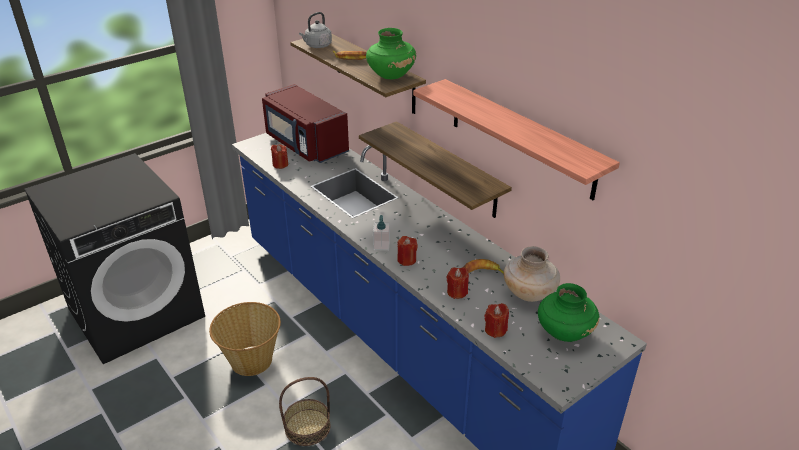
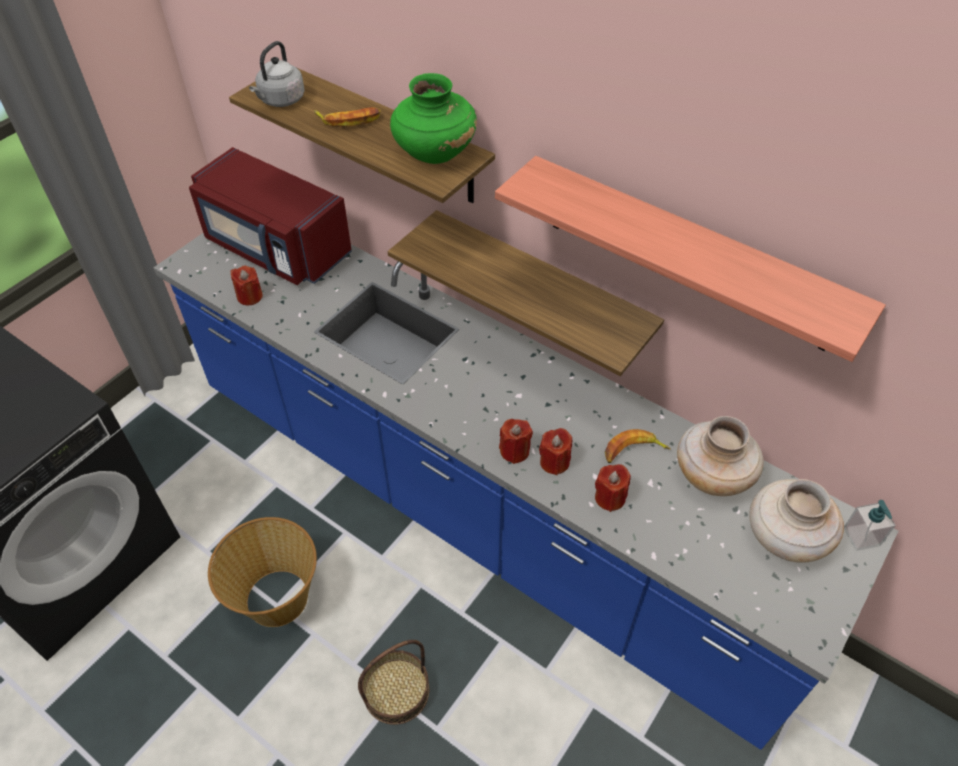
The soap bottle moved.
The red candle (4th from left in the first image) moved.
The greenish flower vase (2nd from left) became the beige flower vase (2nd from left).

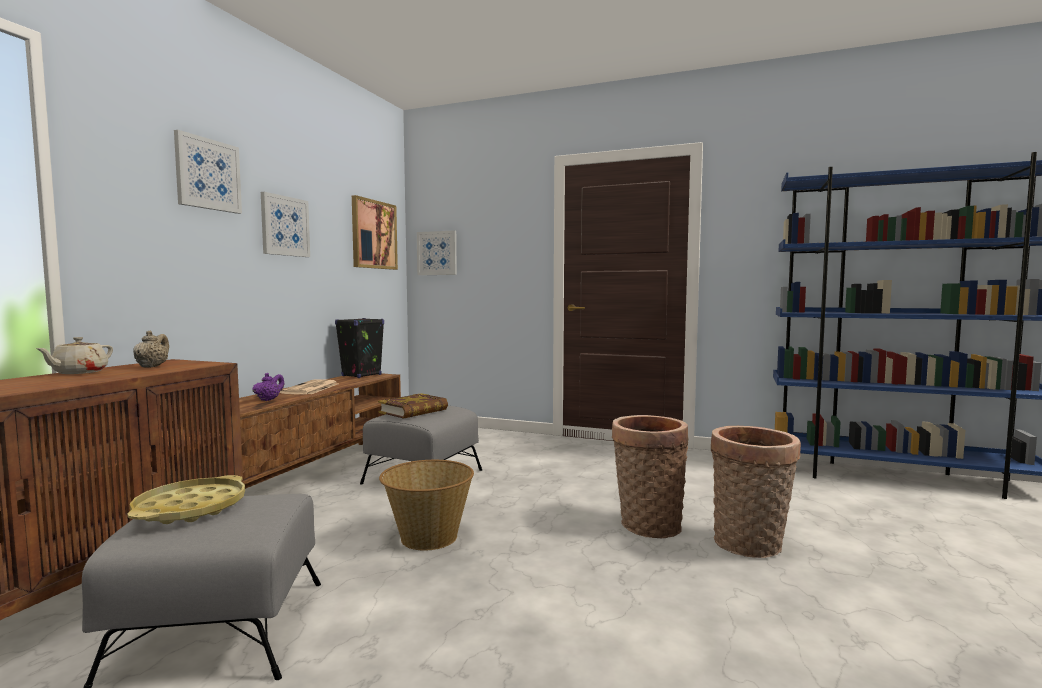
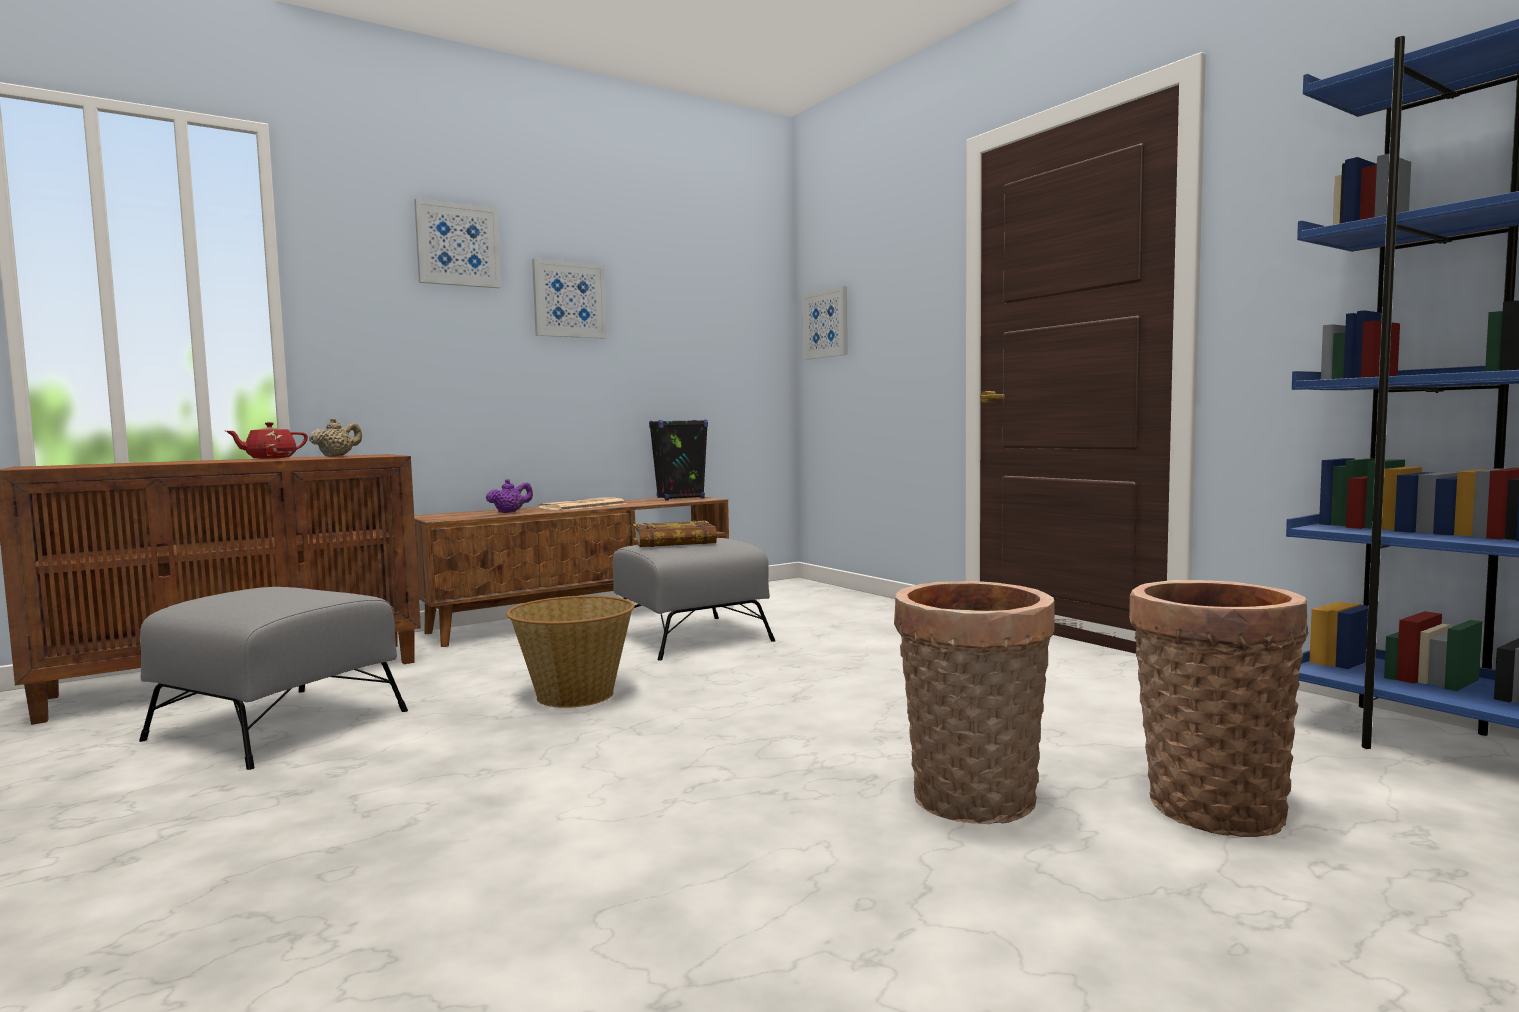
The yellowish carrying tray disappeared.
The picture (3rd from left) disappeared.
The basket (2nd from left in the first image) moved.
The beige tea pot (1st from left) became the red tea pot.

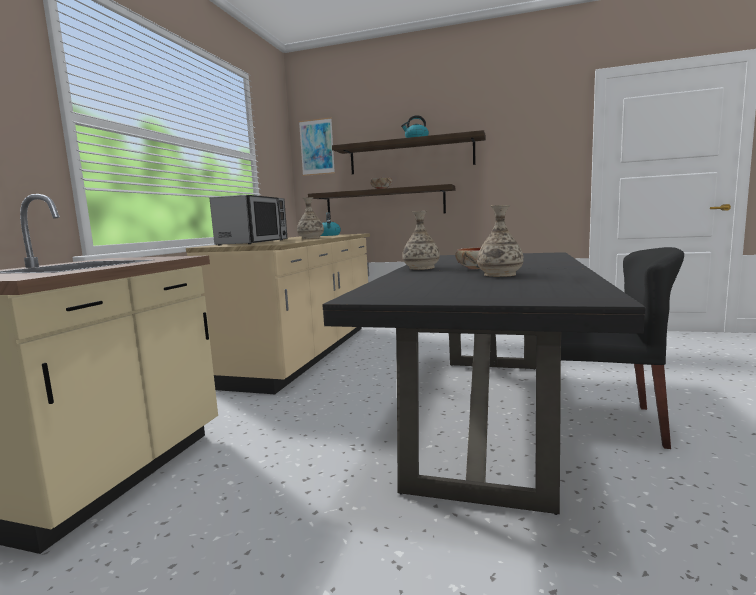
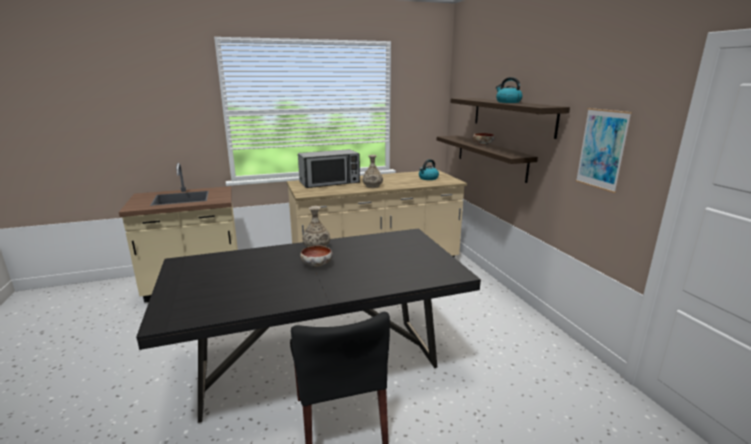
The flower vase (3rd from left) disappeared.
The picture moved.

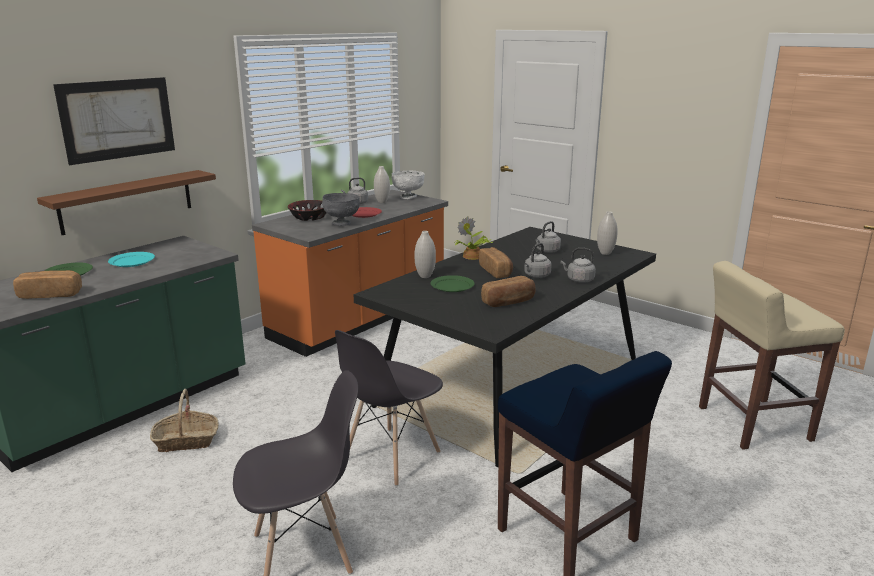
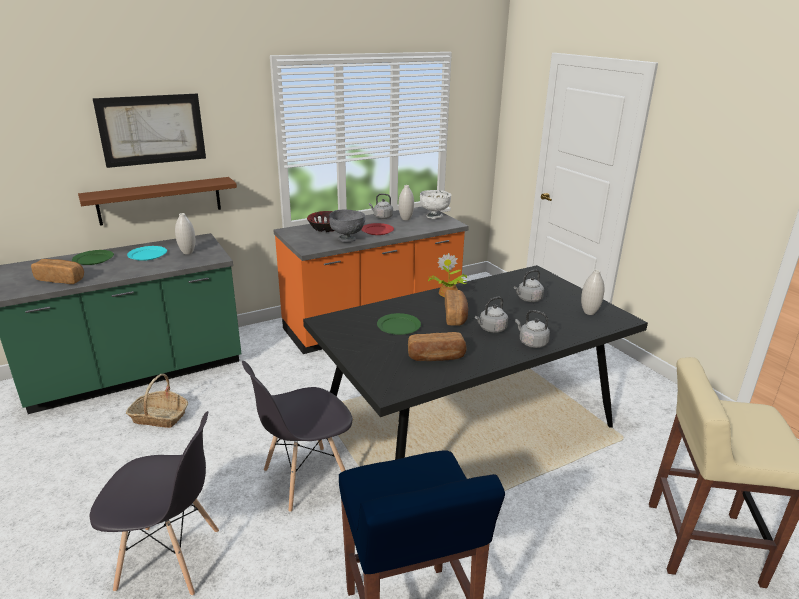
The white flower vase (2nd from left in the first image) moved.

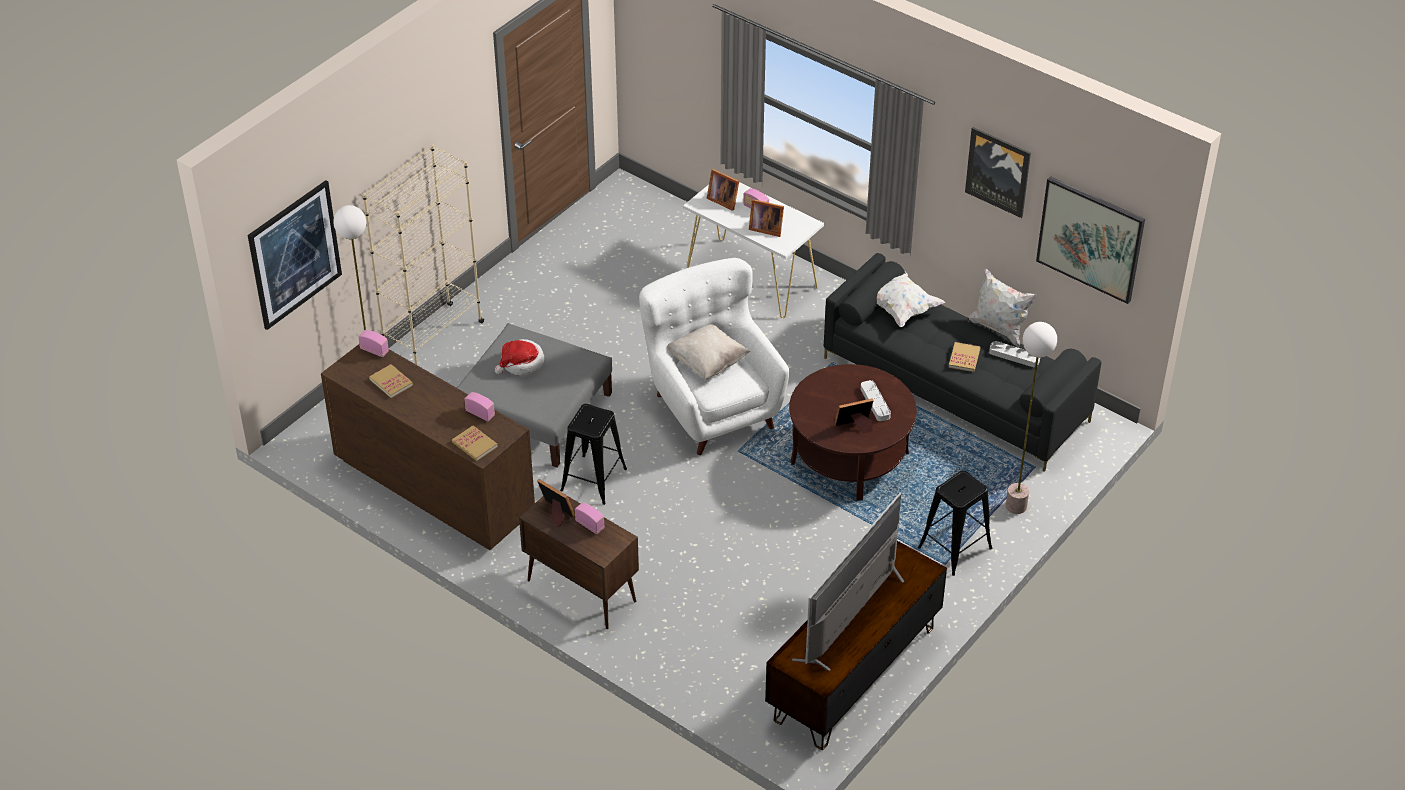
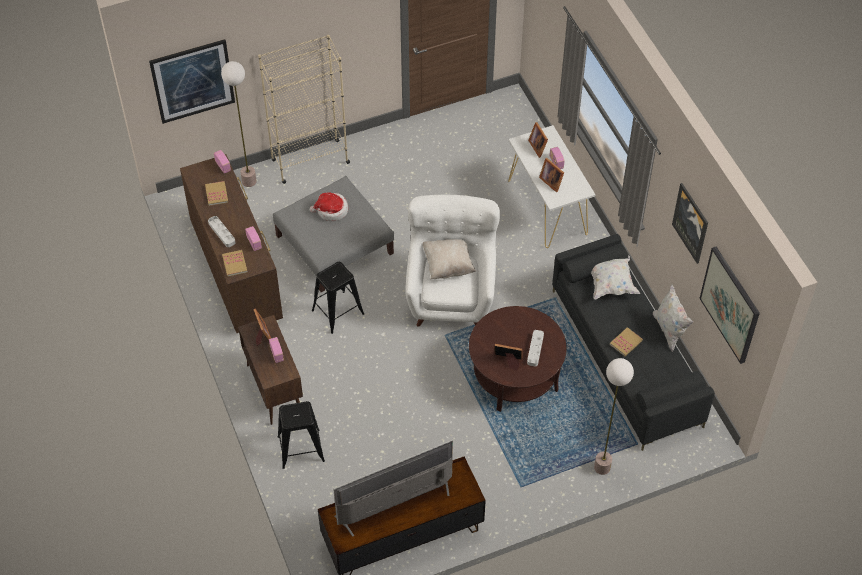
The blackish stool (2nd from left in the first image) moved.
The grey carrying tray (2nd from left in the first image) moved.

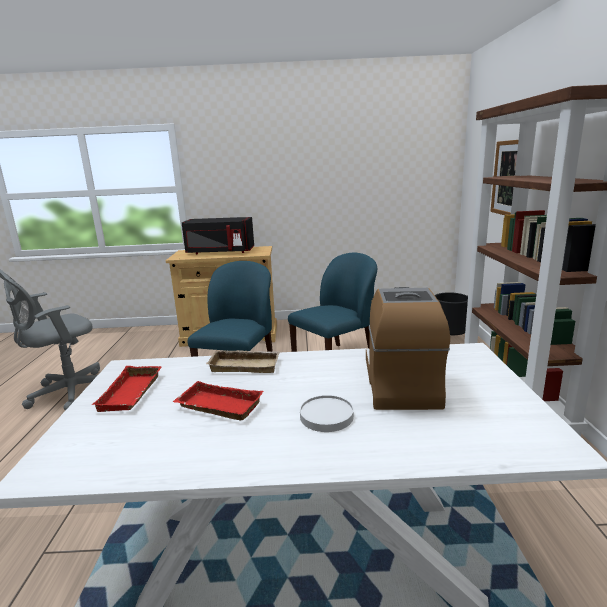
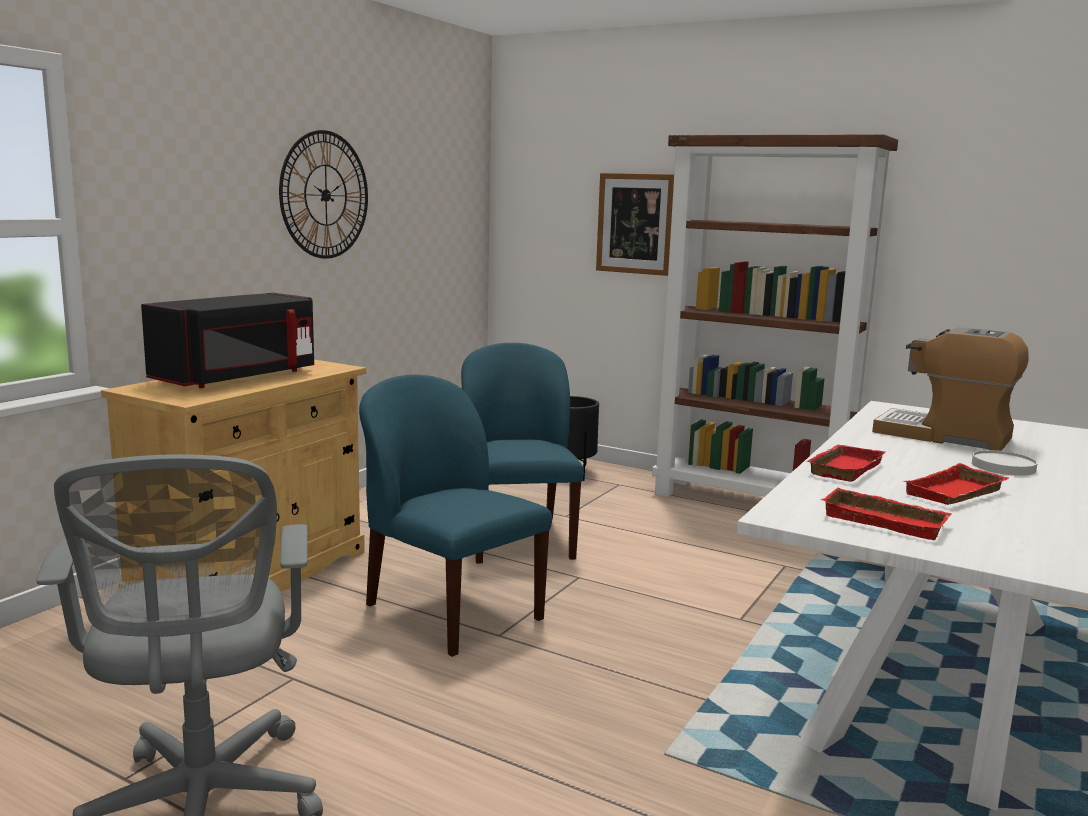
The wall clock appeared.
The beige carrying tray became the red carrying tray (1st from left).

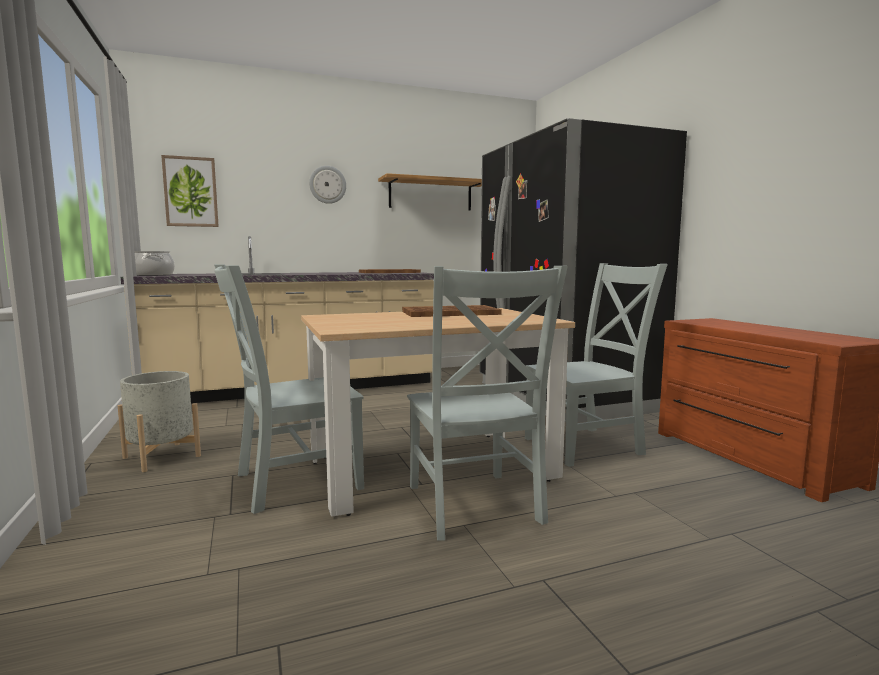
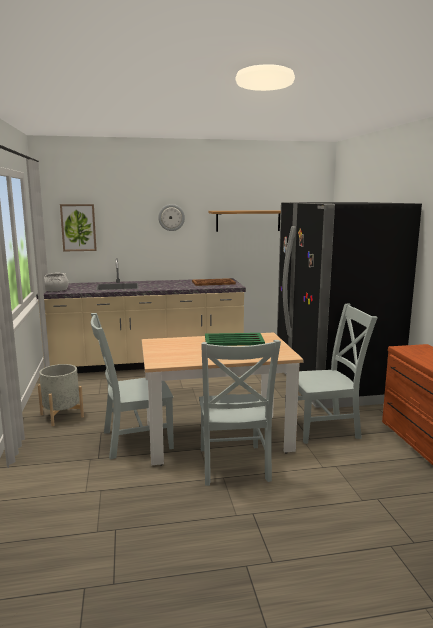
The brown-coloured carrying tray (2nd from left) became the greenish carrying tray.

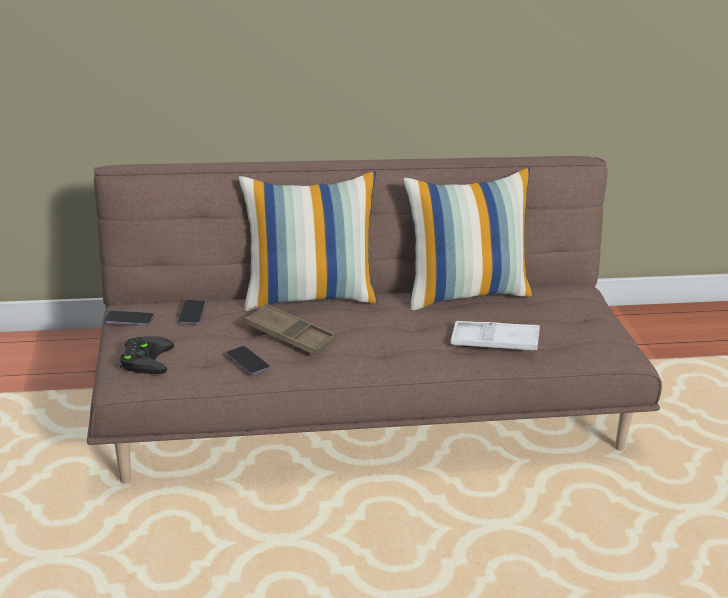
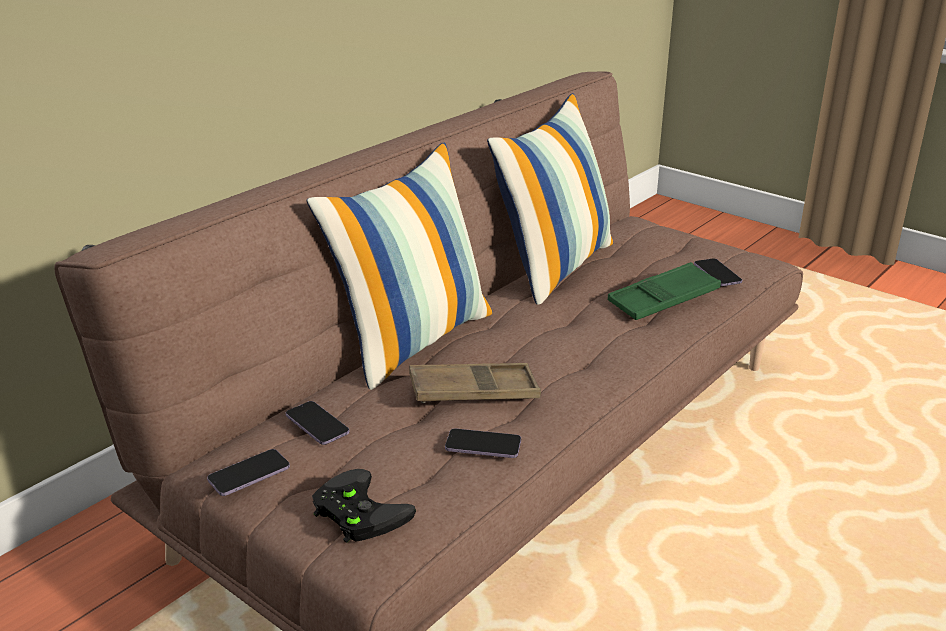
The telephone (4th from left) appeared.
The white carrying tray became the greenish carrying tray.

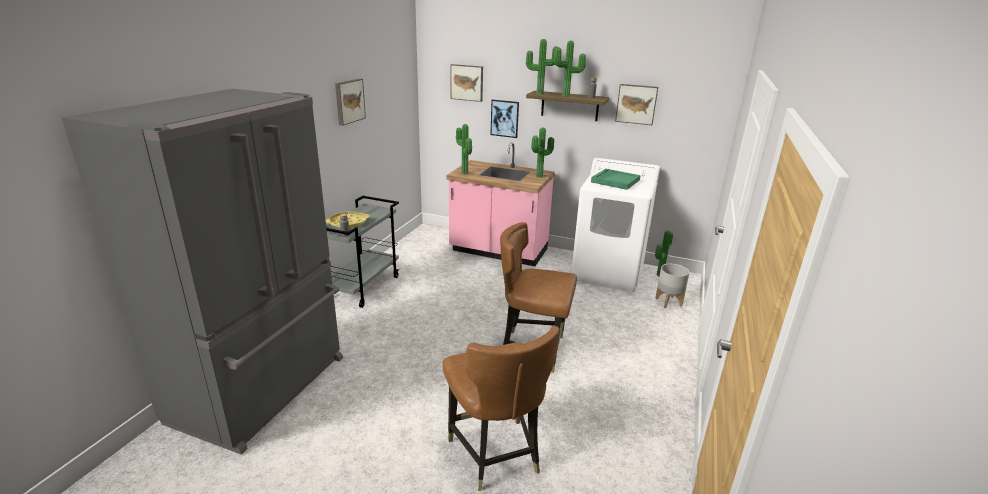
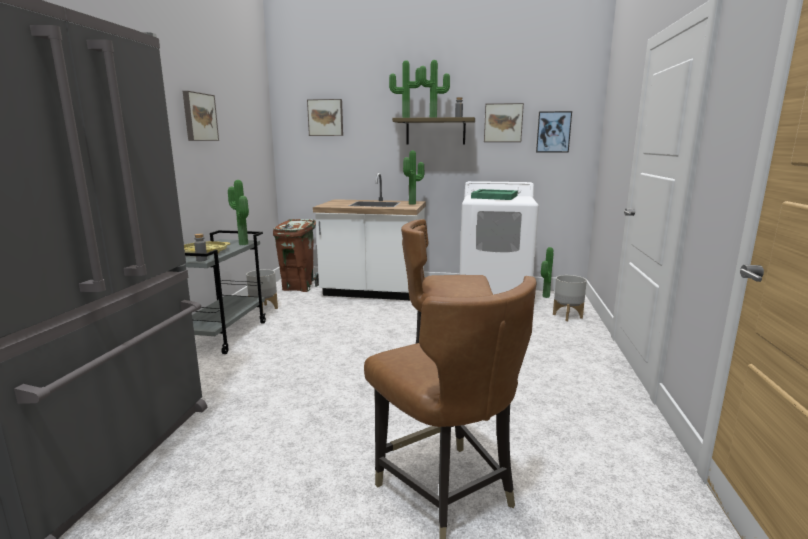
The grey plant pot (1st from left) appeared.
The brown-coloured rubbish bin appeared.
The potted plant (1st from left) moved.
The picture (3rd from left in the first image) moved.
The pink kitchen base unit became the white kitchen base unit.

